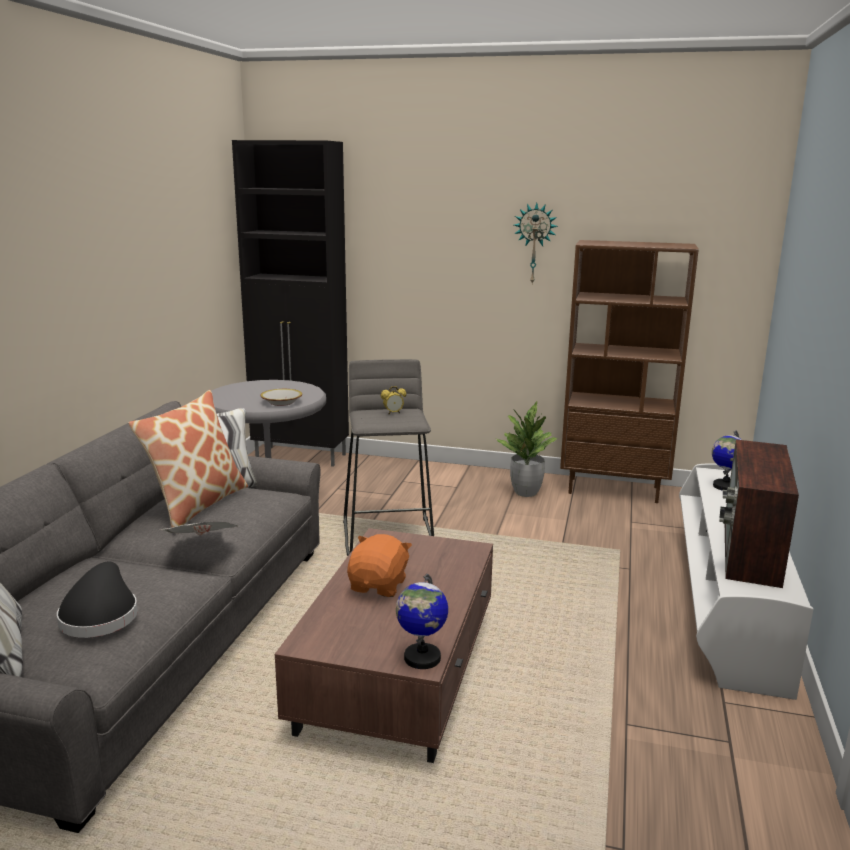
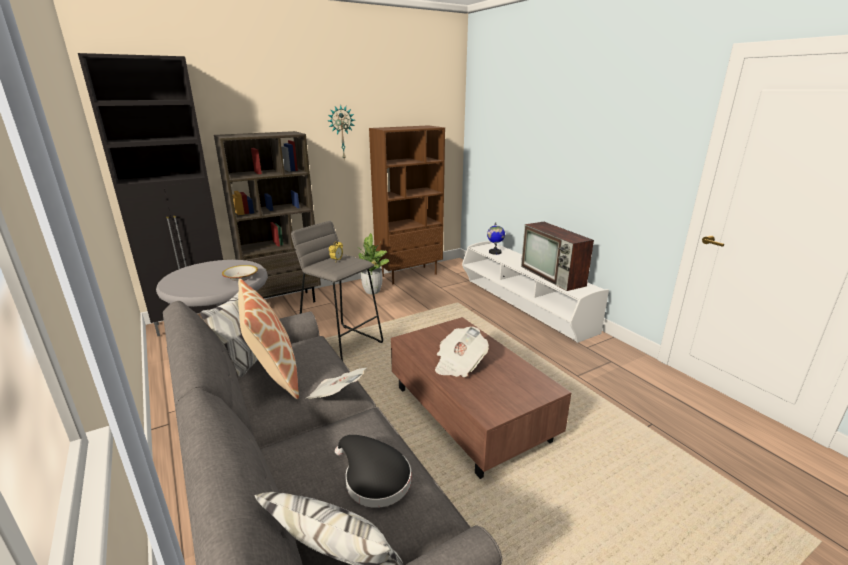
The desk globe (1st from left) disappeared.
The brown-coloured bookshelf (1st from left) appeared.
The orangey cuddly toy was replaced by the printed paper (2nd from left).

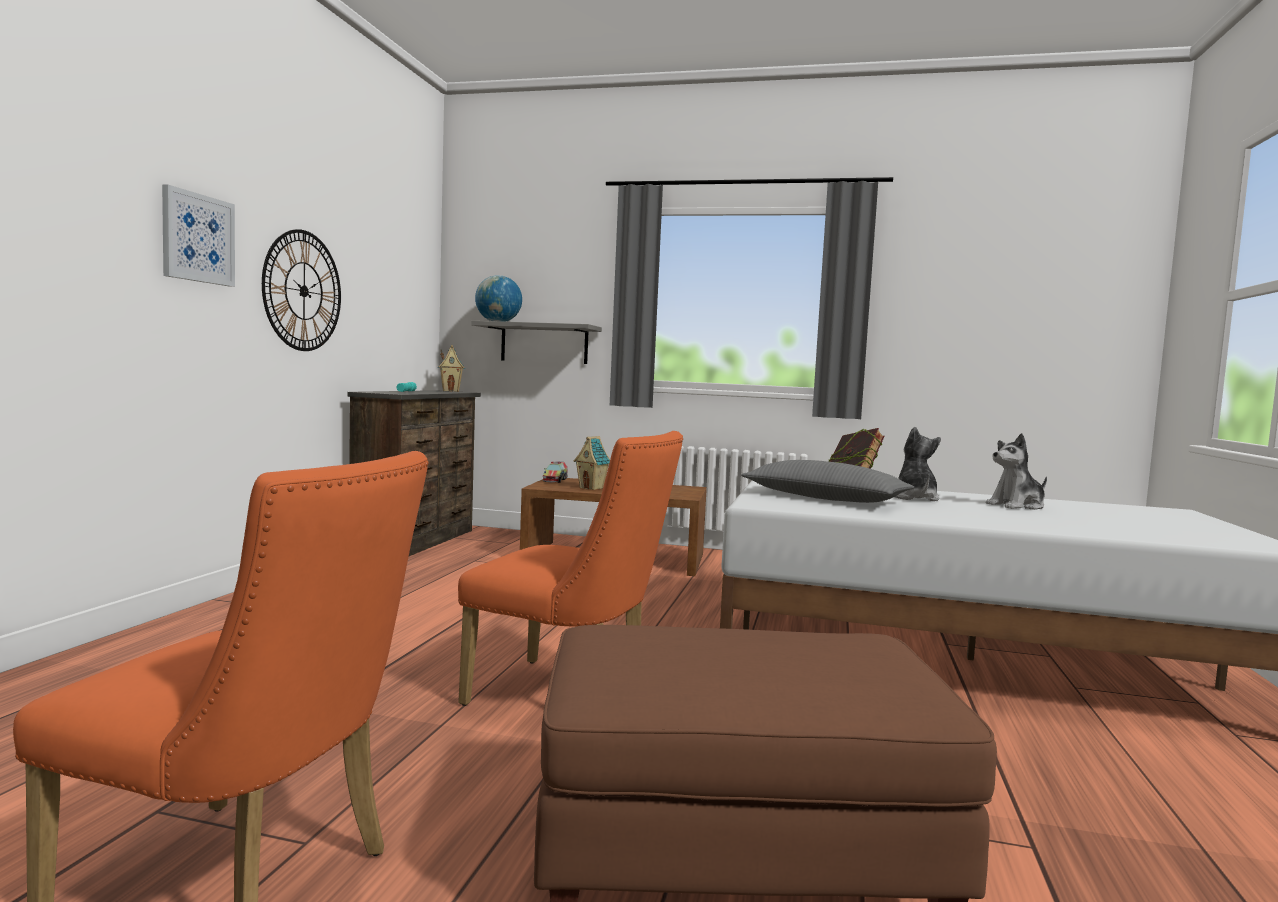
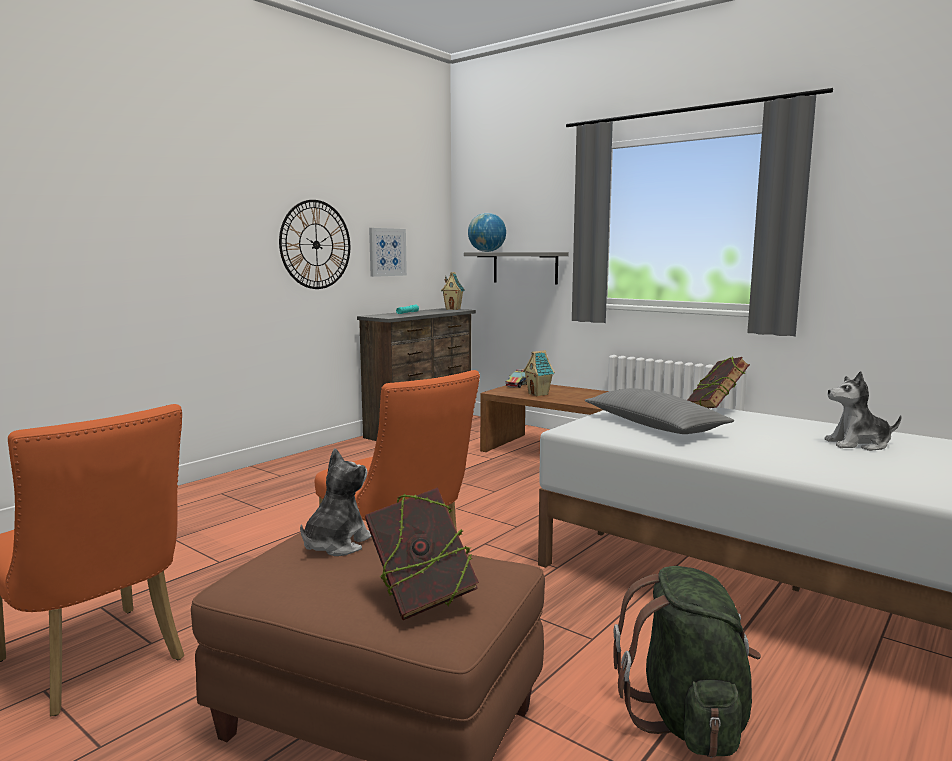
The bound book (1st from left) appeared.
The greenish knapsack appeared.
The picture moved.
The cuddly toy (1st from left) moved.

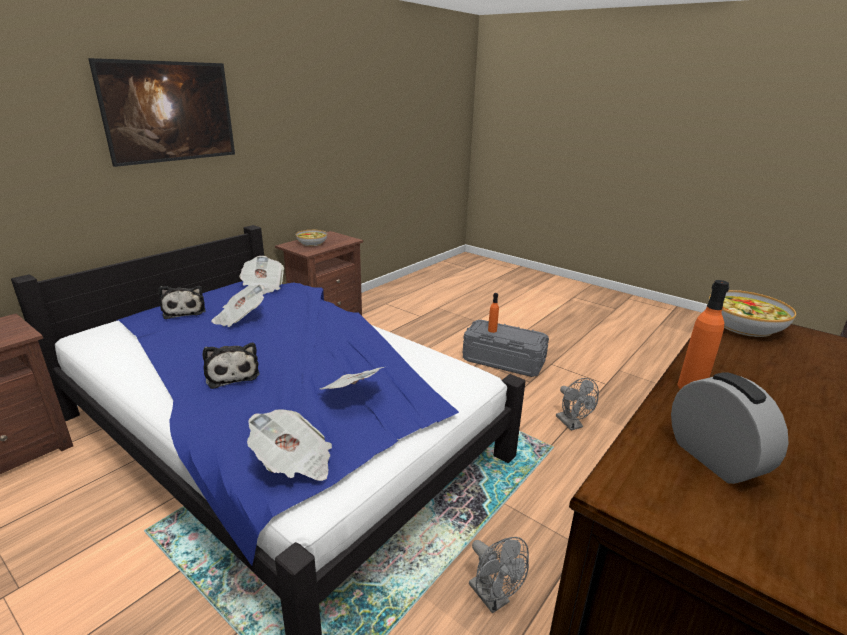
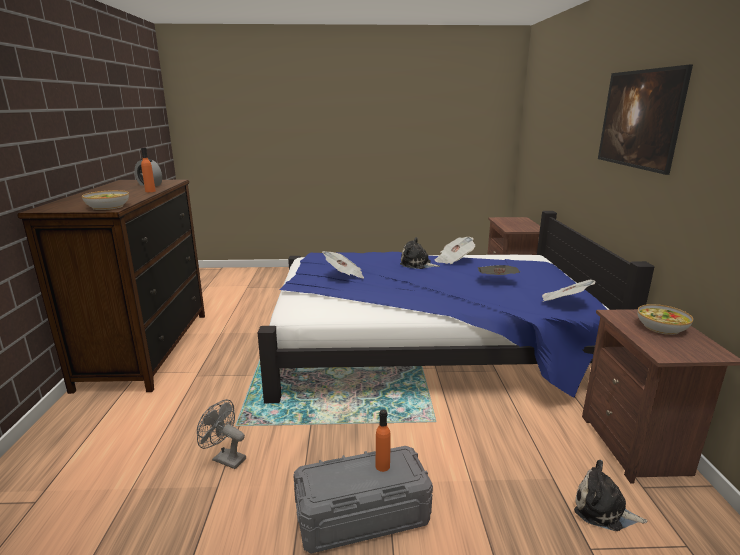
The grey electric fan (1st from left) disappeared.
The cuddly toy (1st from left in the first image) moved.
The printed paper (3rd from left in the first image) moved.

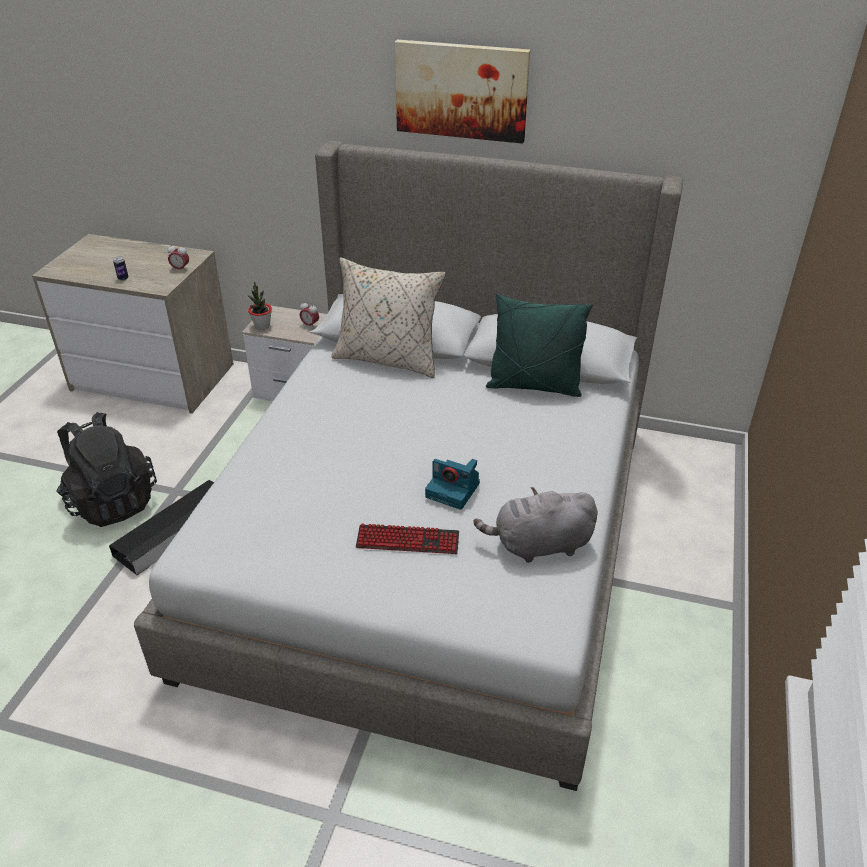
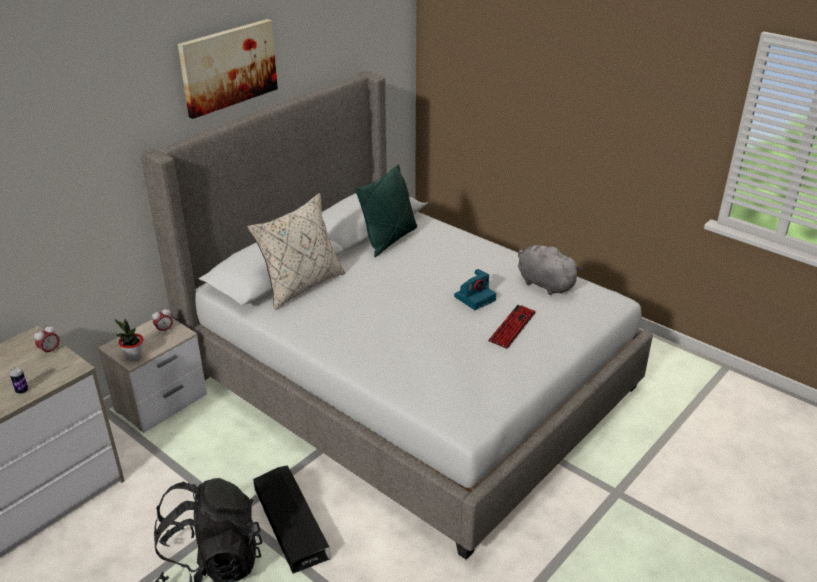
The grey cuddly toy turned 120 degrees clockwise.

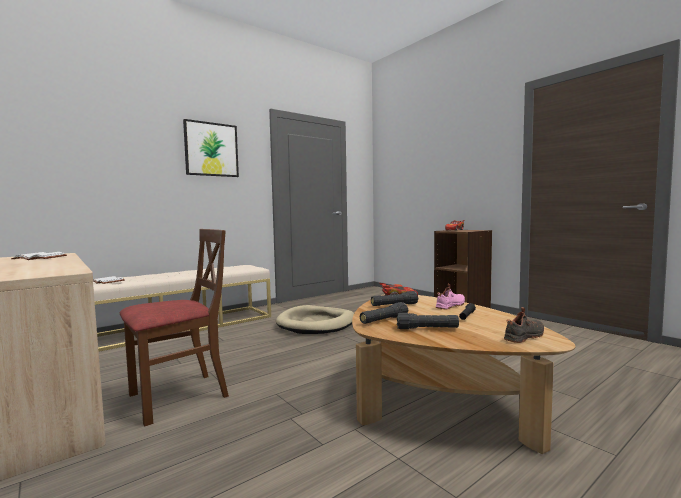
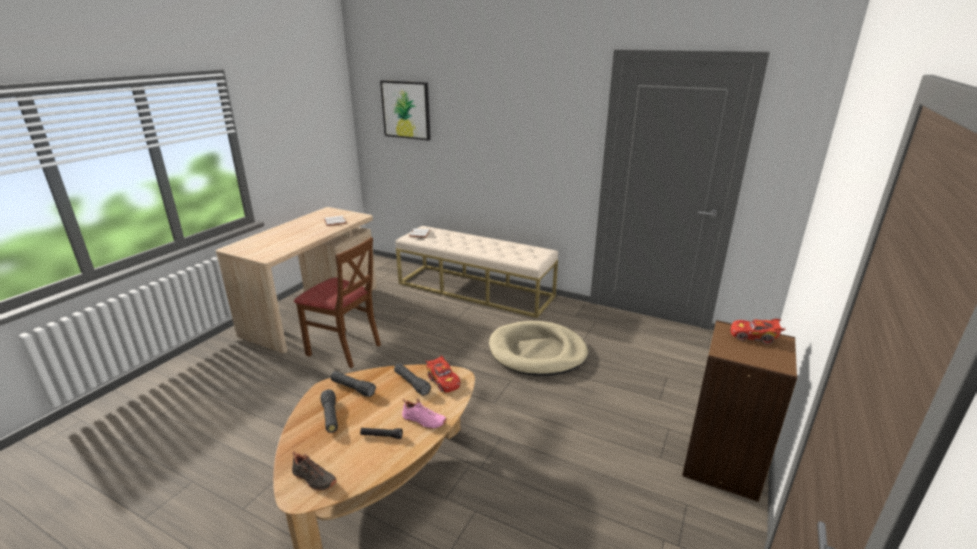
The picture moved.

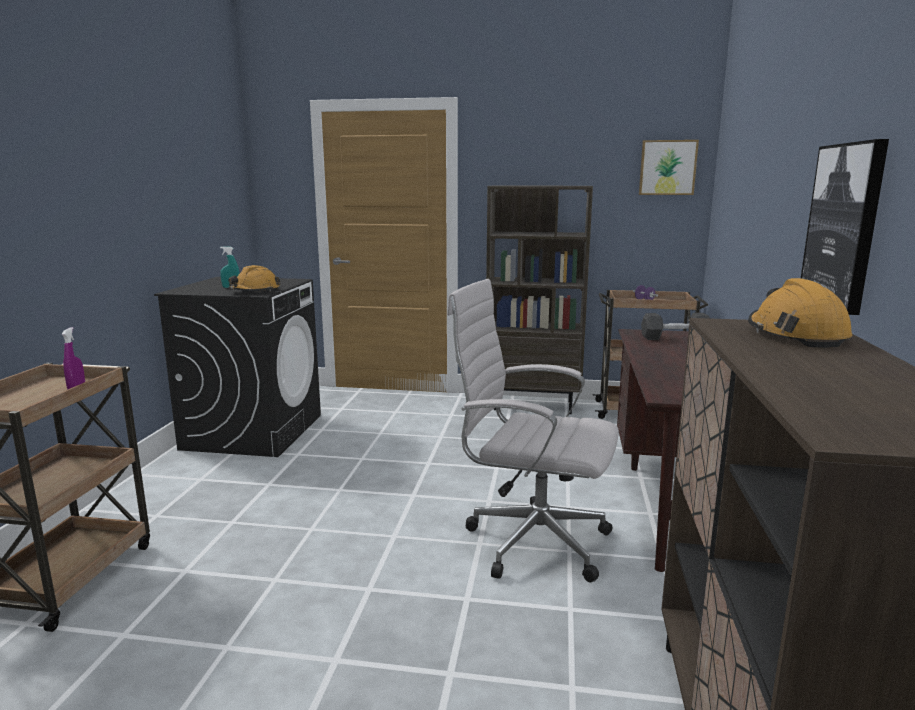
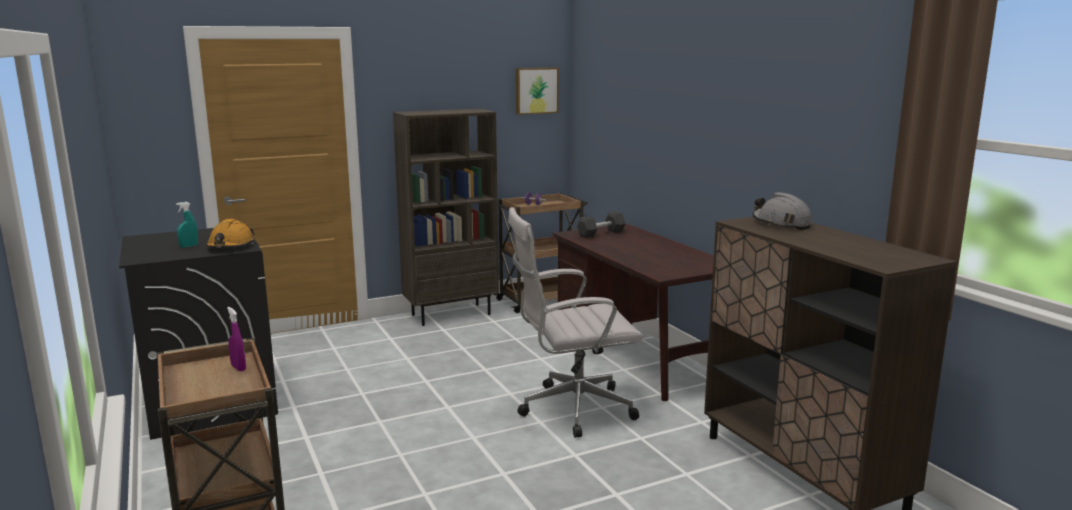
The picture (2nd from left) disappeared.
The orangey safety helmet (2nd from left) became the grey safety helmet.

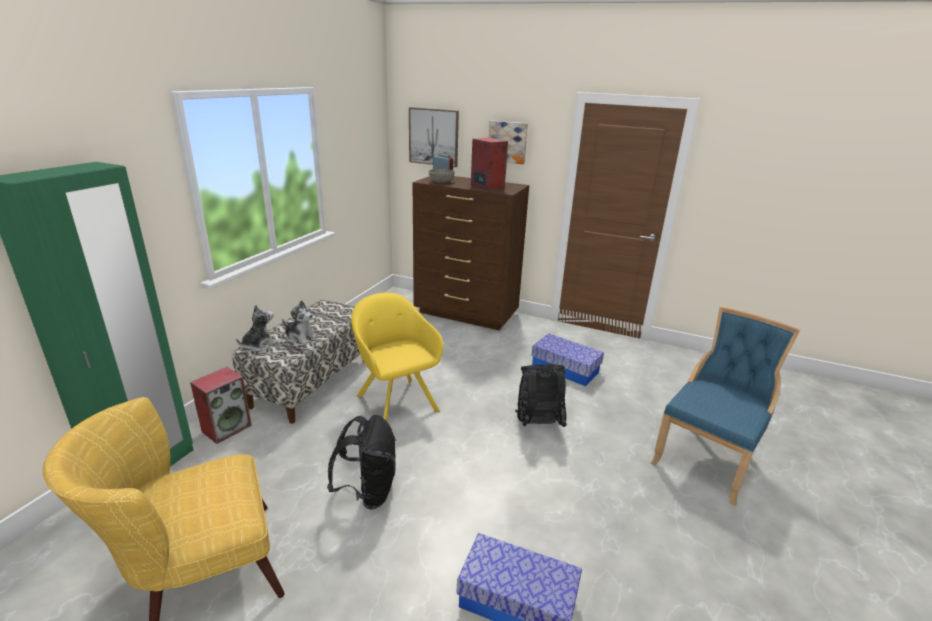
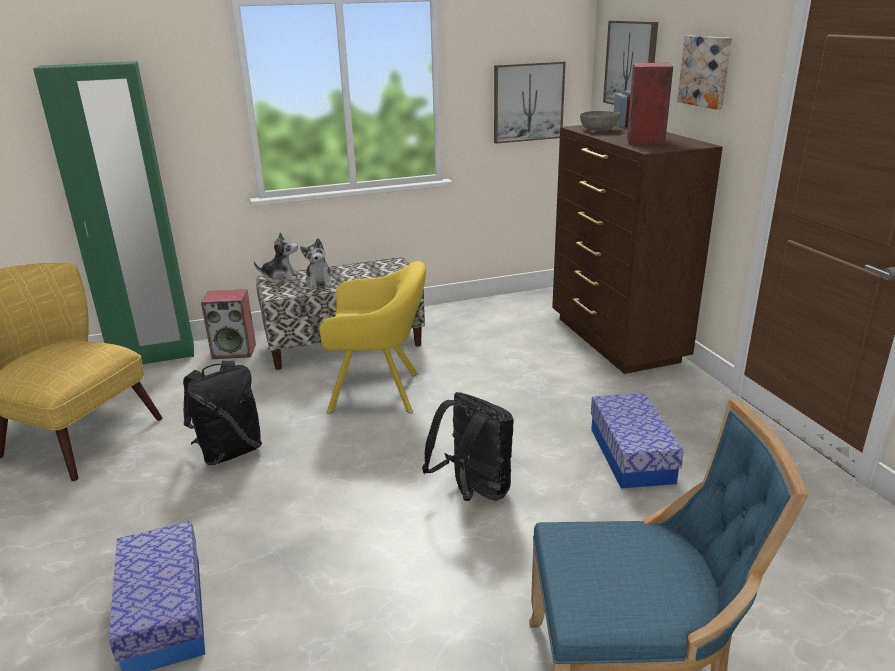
The picture (1st from left) appeared.
The yellowish armchair (2nd from left) turned 75 degrees clockwise.

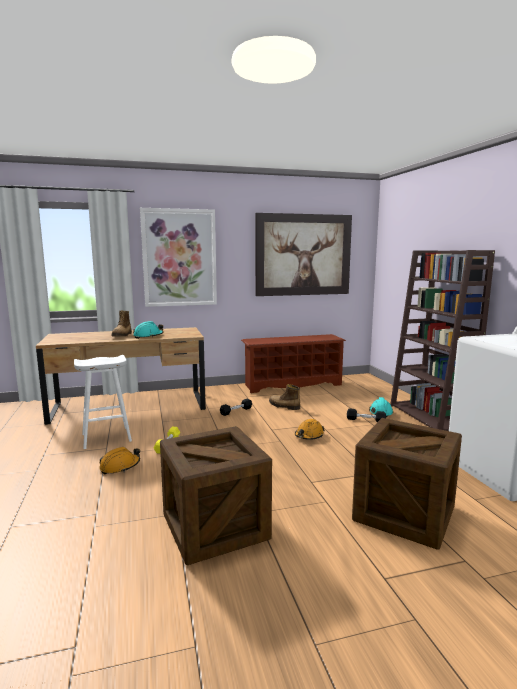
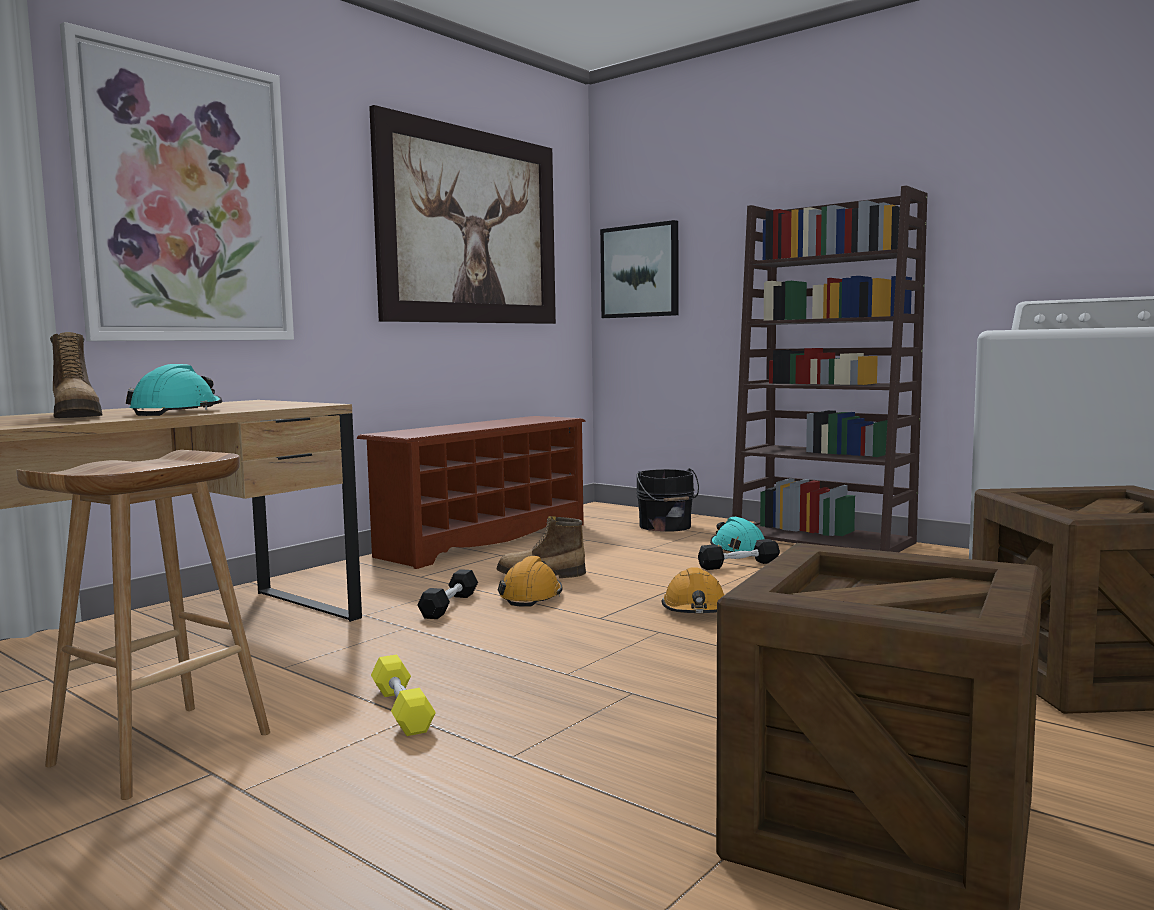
The picture (3rd from left) appeared.
The blackish water bucket appeared.
The orangey safety helmet (1st from left) moved.
The white stool became the brown-coloured stool.

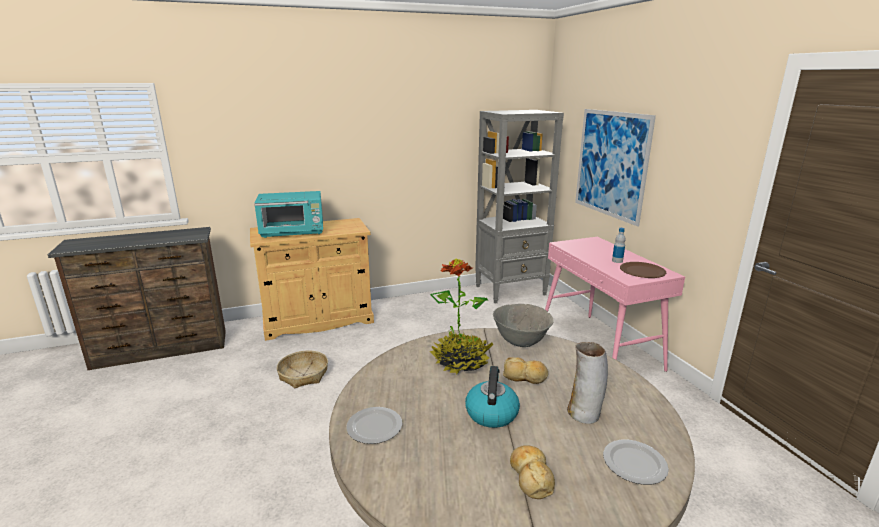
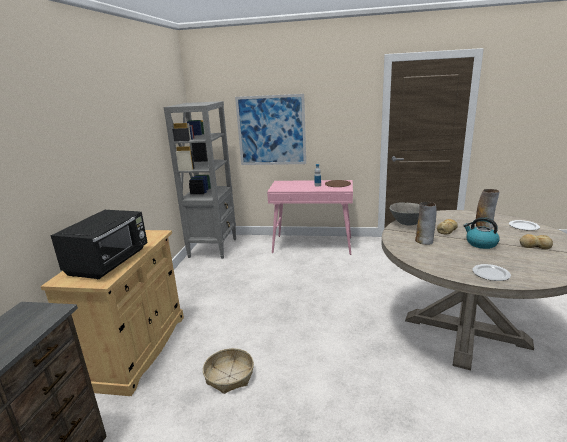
The potted plant was replaced by the flower vase (1st from left).
The turquoise kitchen microwave became the blackish kitchen microwave.

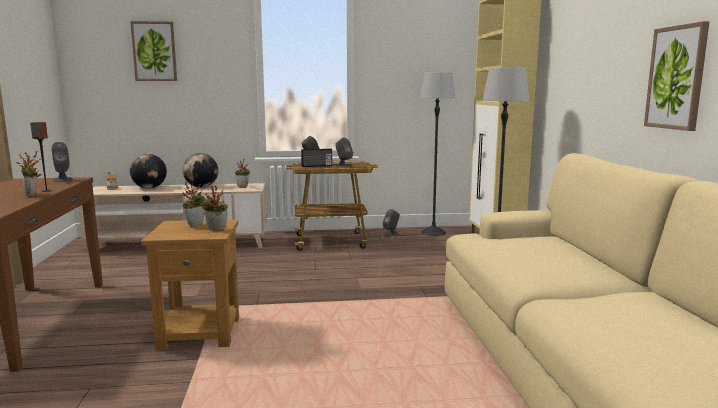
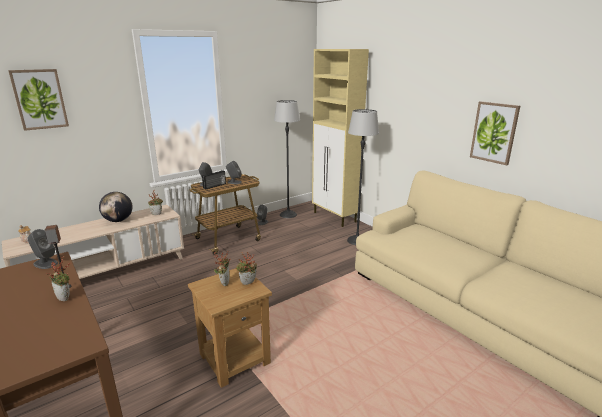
The desk globe (1st from left) disappeared.

